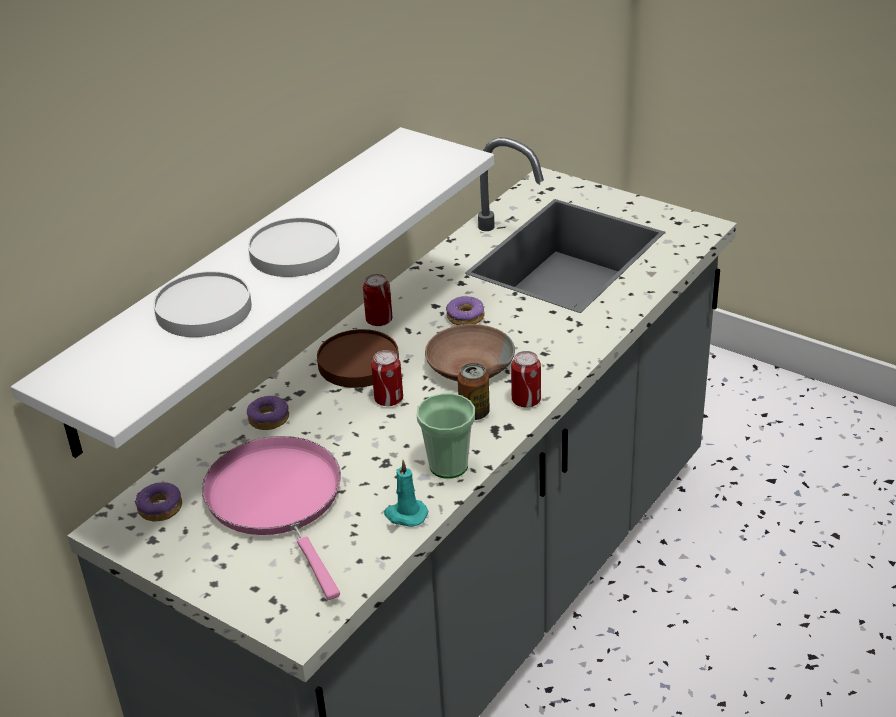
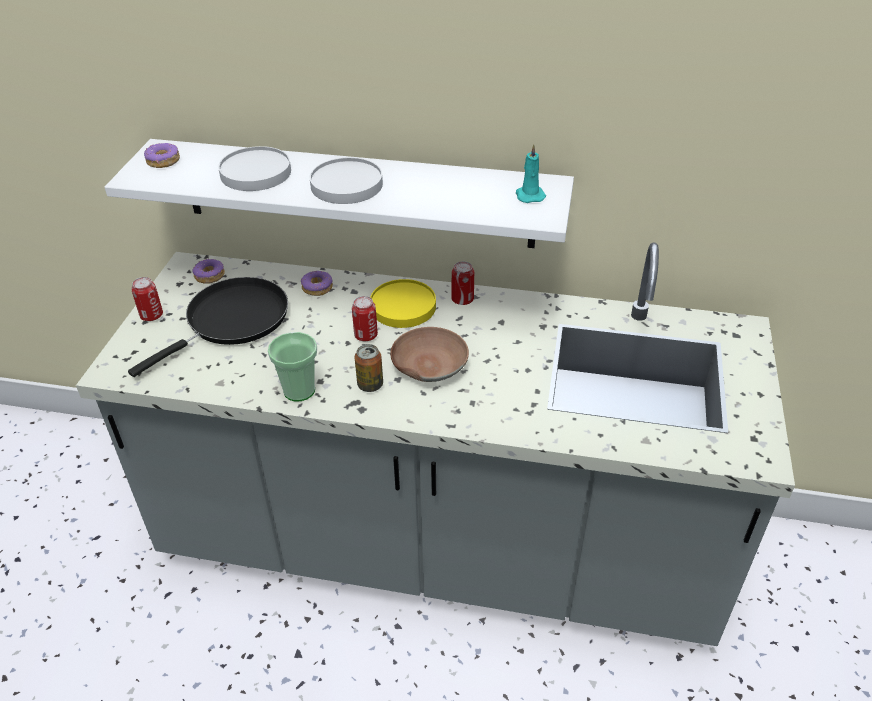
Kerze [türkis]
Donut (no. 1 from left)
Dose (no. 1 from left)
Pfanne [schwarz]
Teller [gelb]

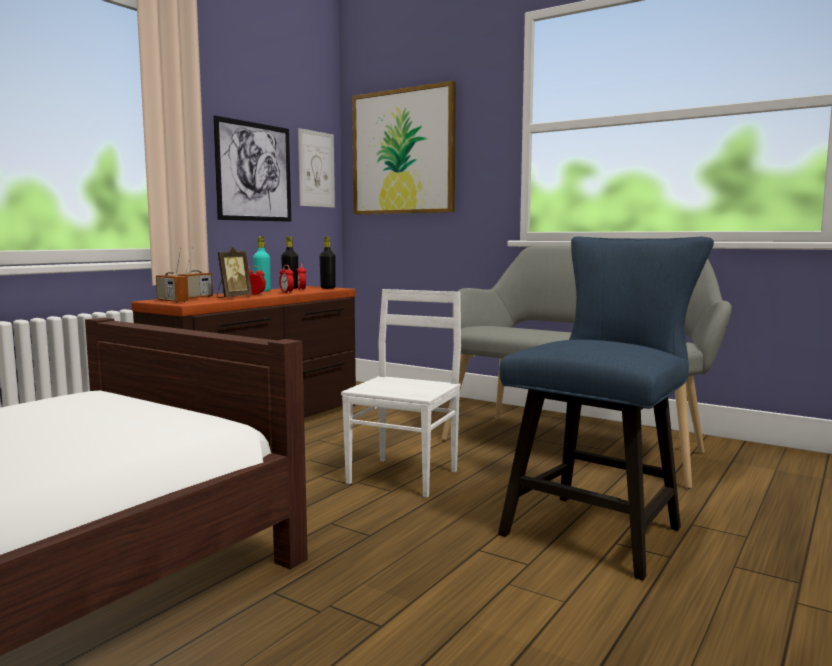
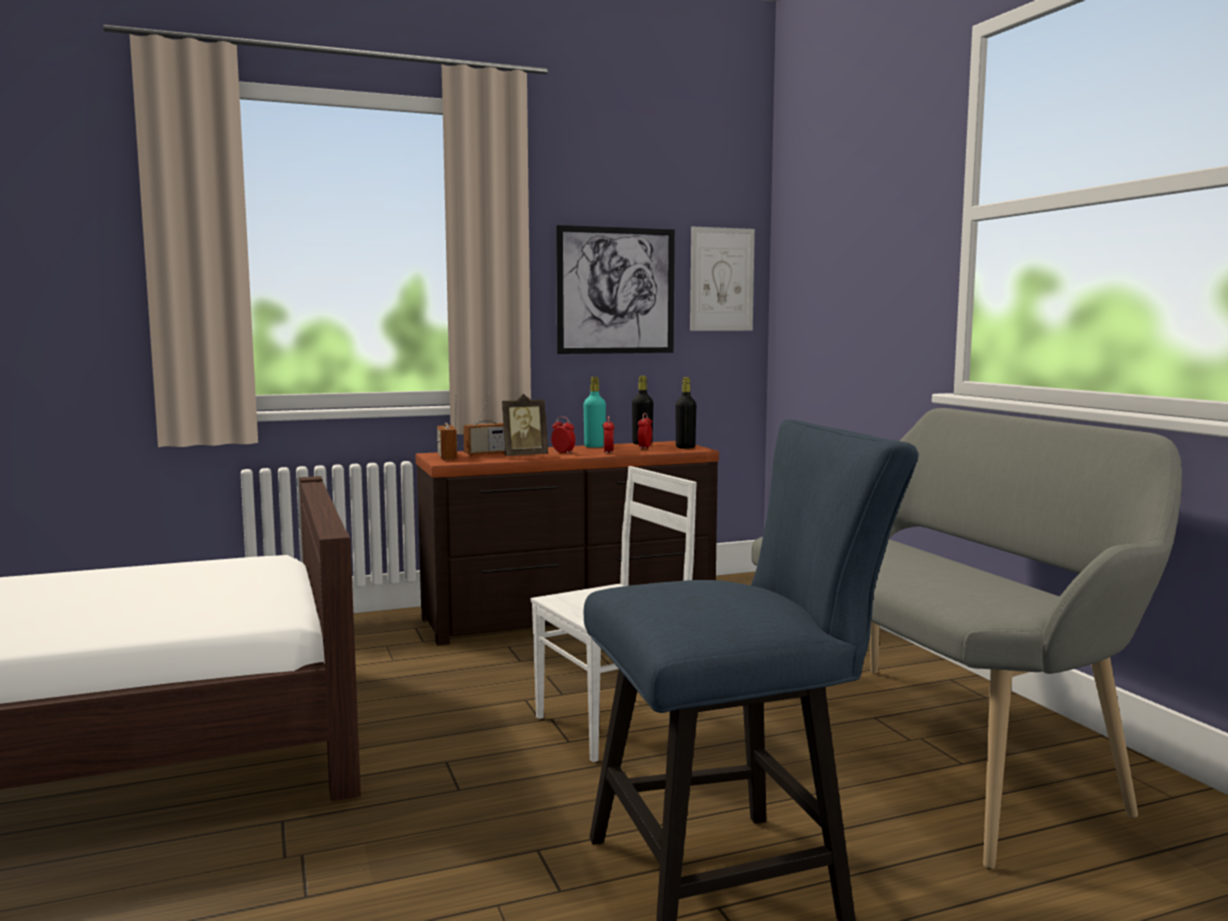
Bild (no. 3 from left in the first image)

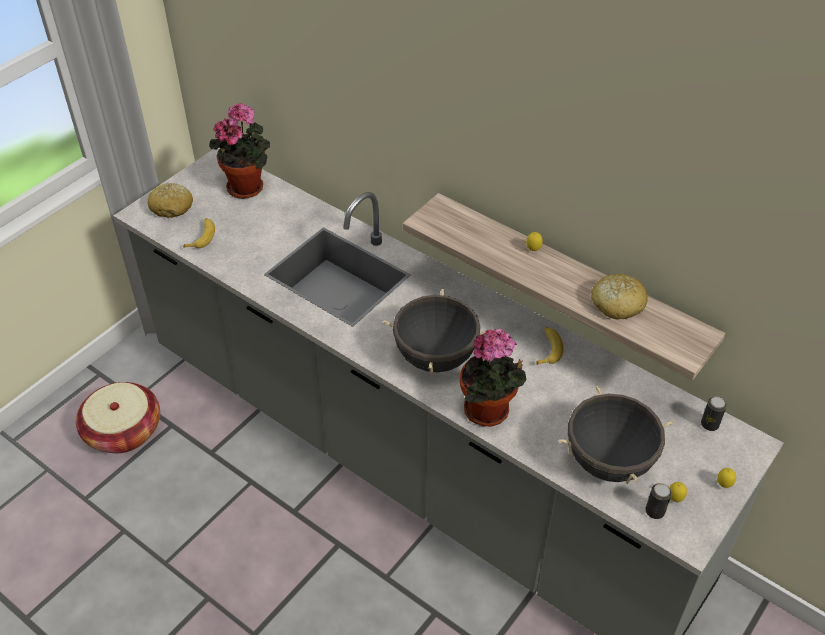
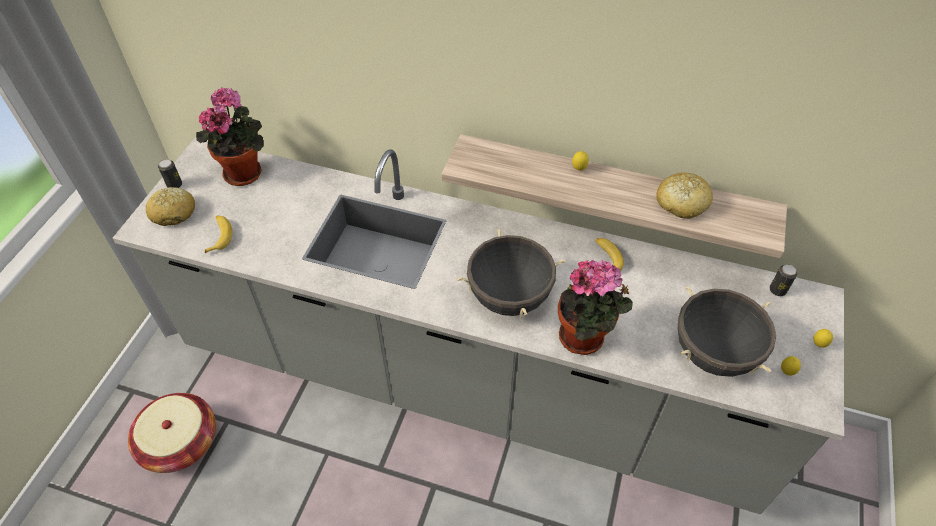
Dose (no. 1 from left)

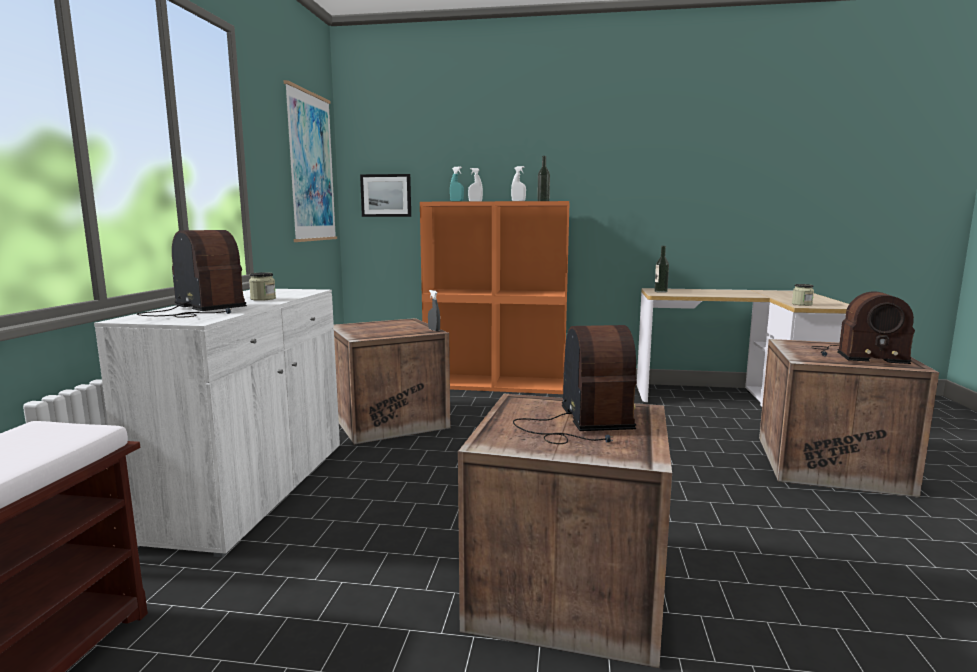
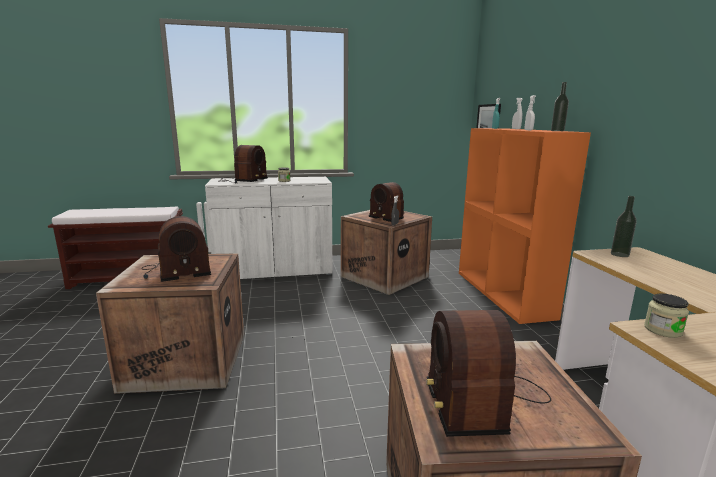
Bild (no. 1 from left in the first image)
Radio (no. 3 from left)

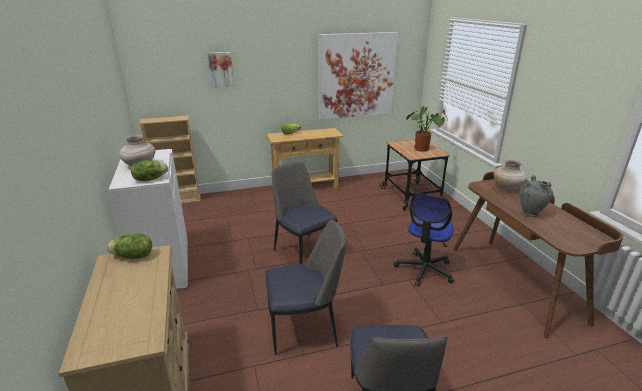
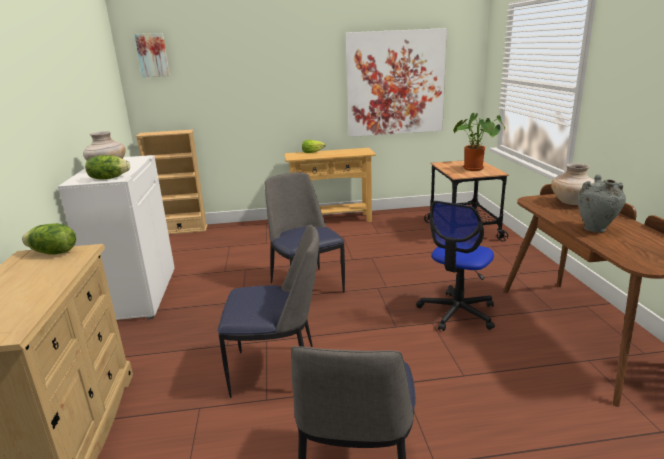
Bild (no. 1 from left)

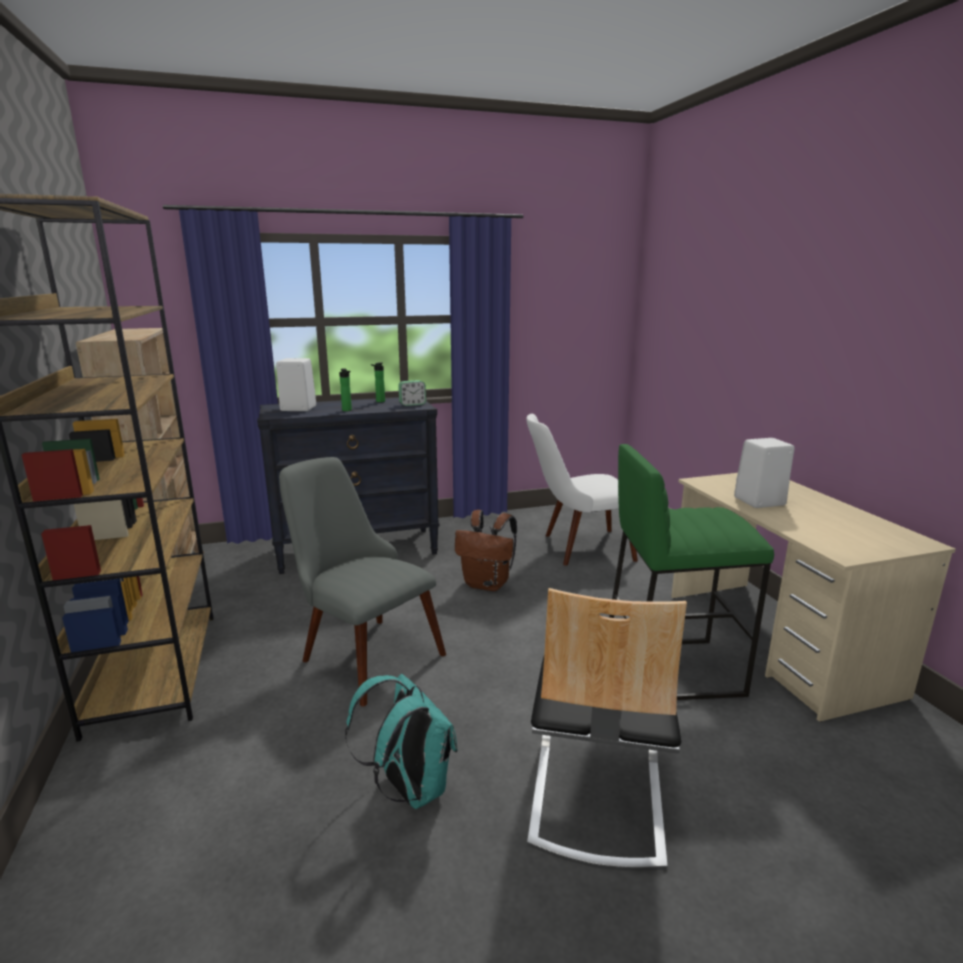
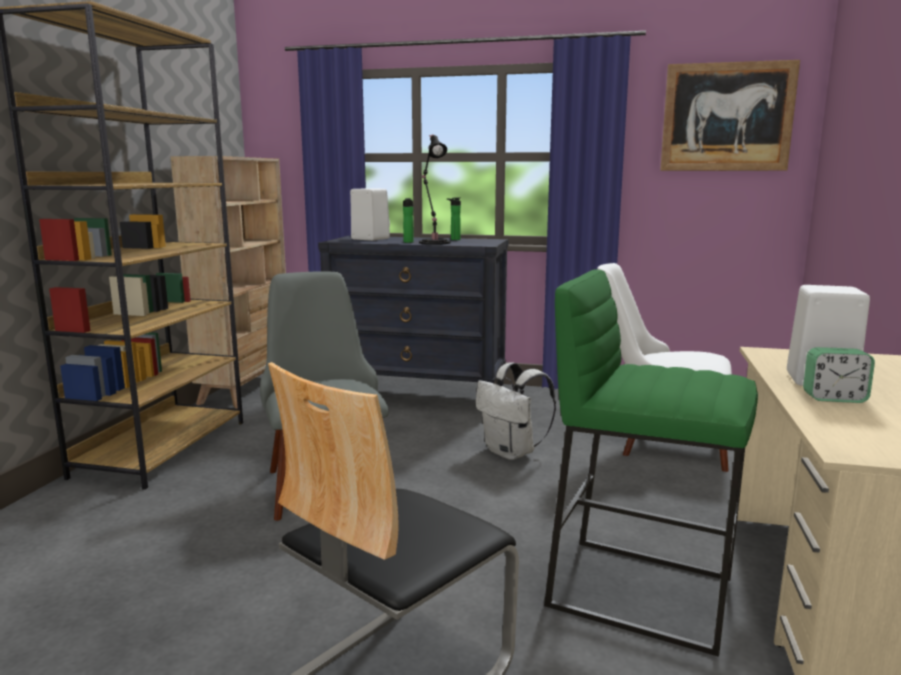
Rucksack [türkis]
Tischlampe [schwarz]
Bild
Wecker
Rucksack [weiß]

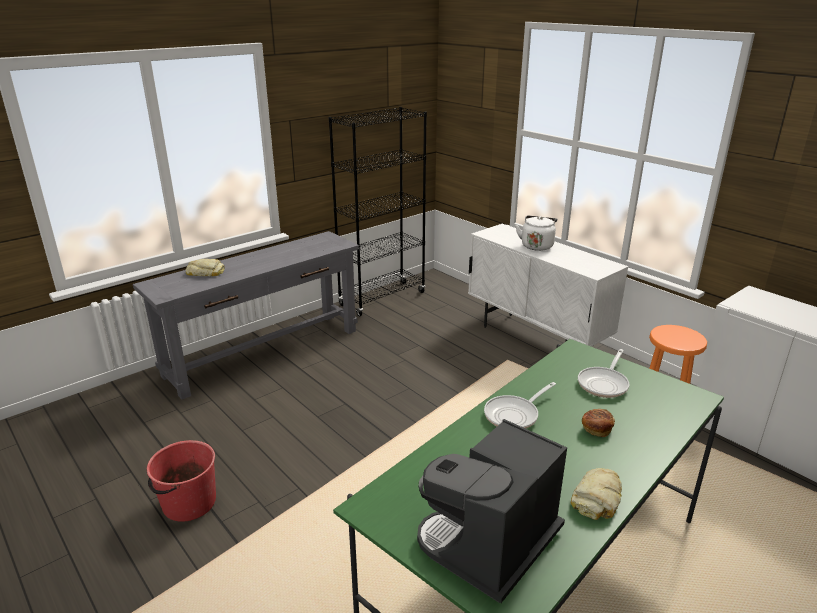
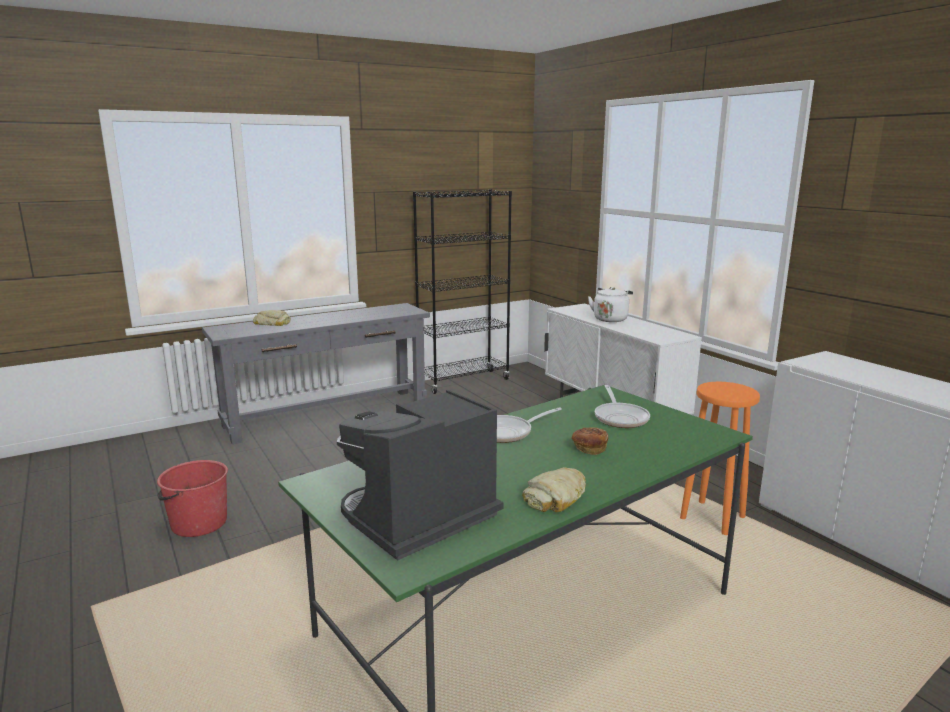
Pfanne (no. 2 from left)

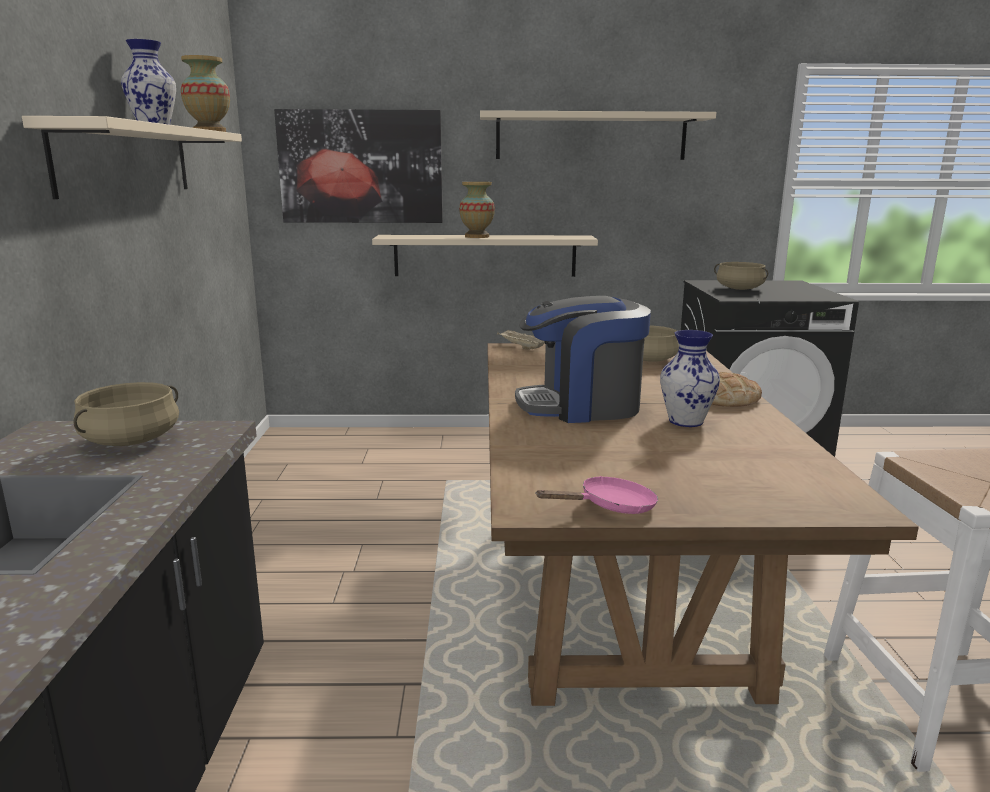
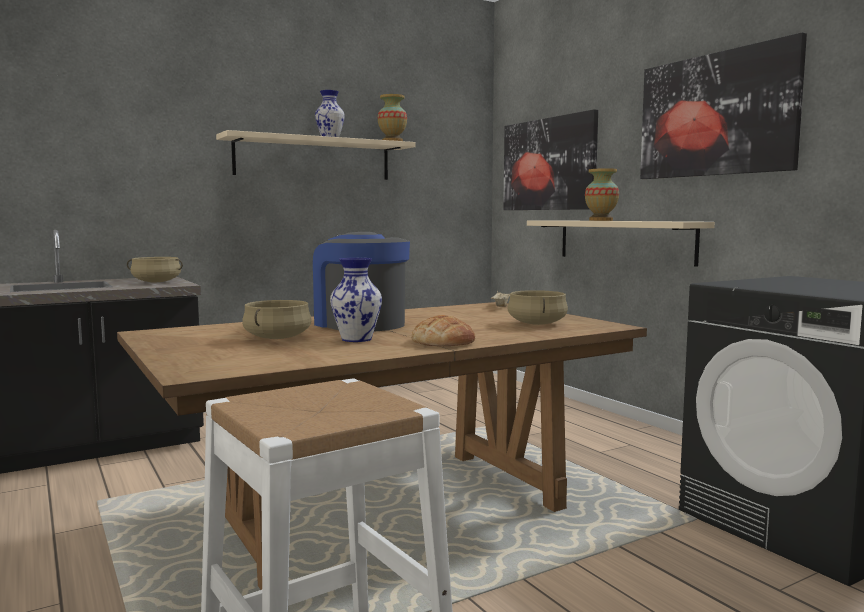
Pfanne [rosa]
Kochtopf [beige] (no. 2 from left)
Bild (no. 2 from left)

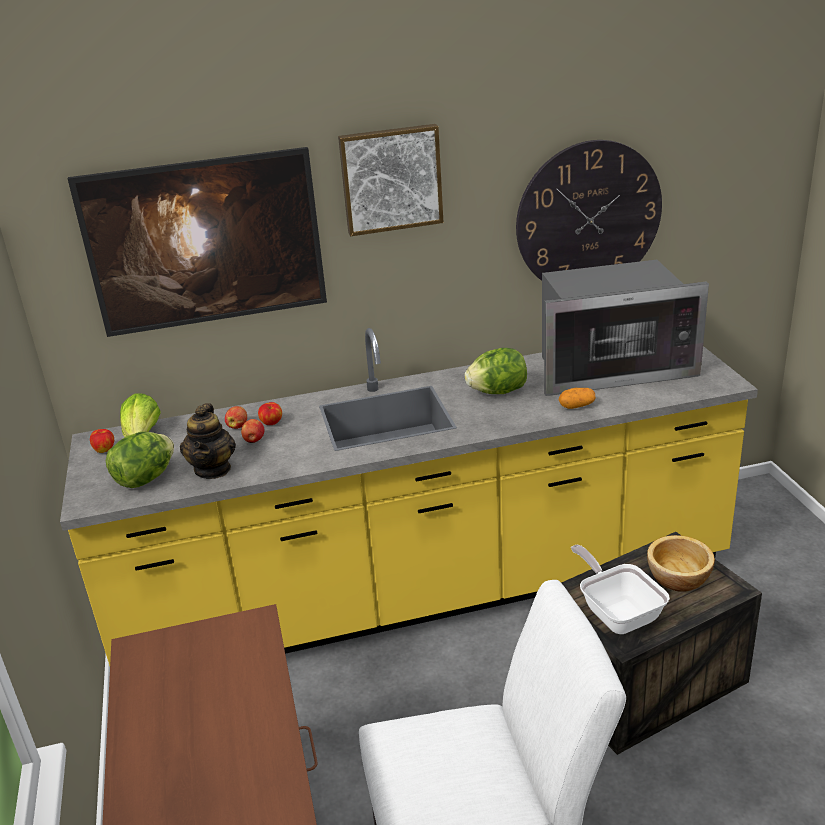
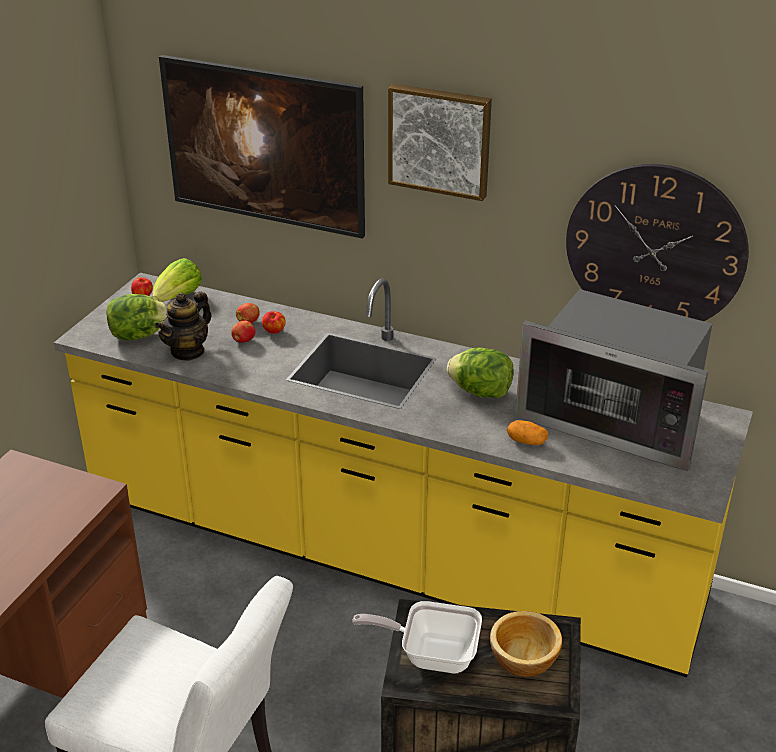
Pfanne

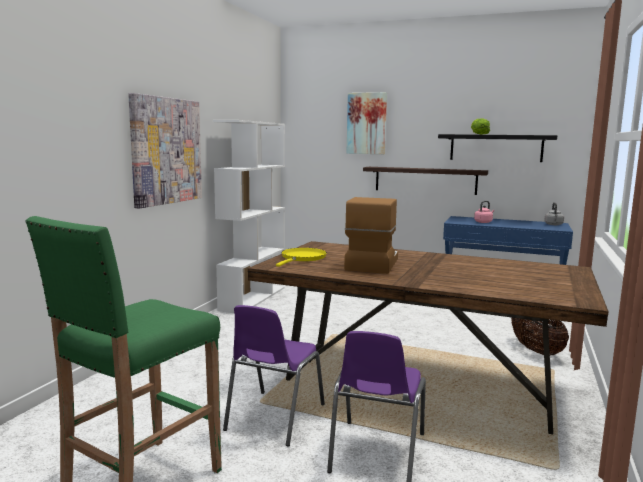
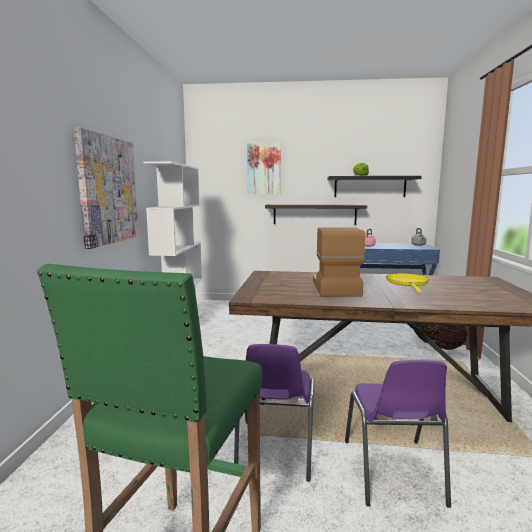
Pfanne [gelb]

